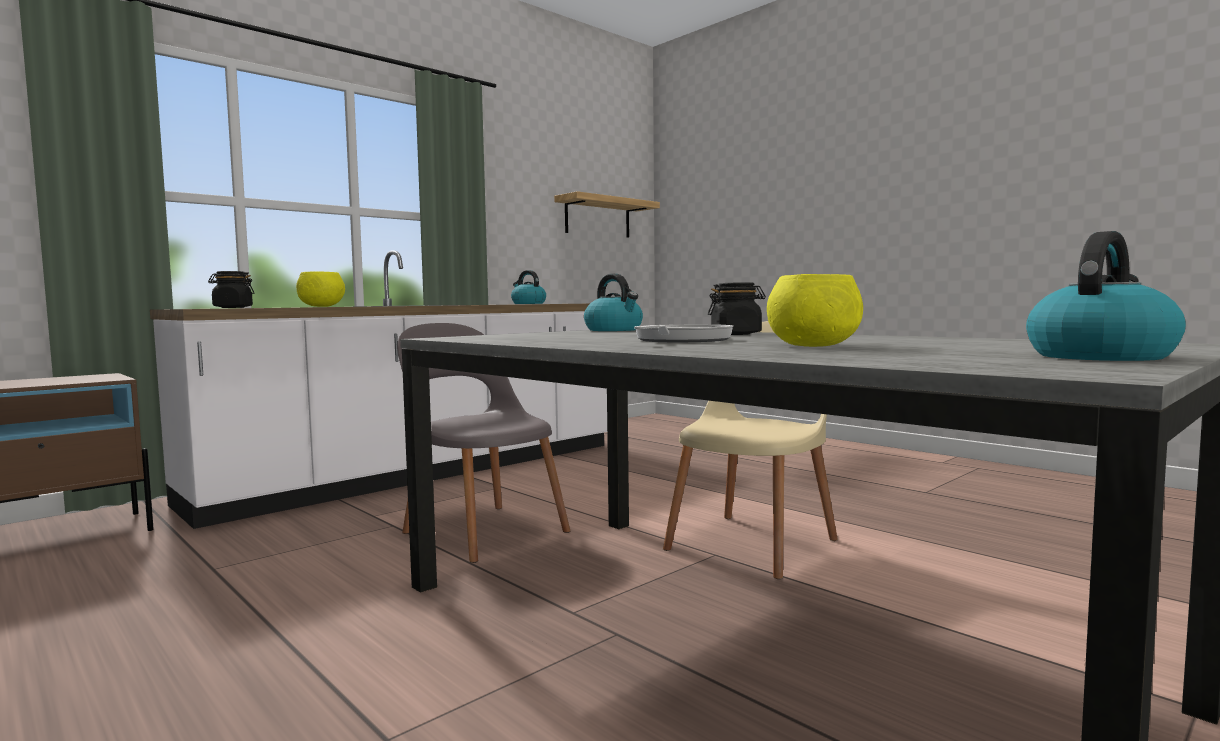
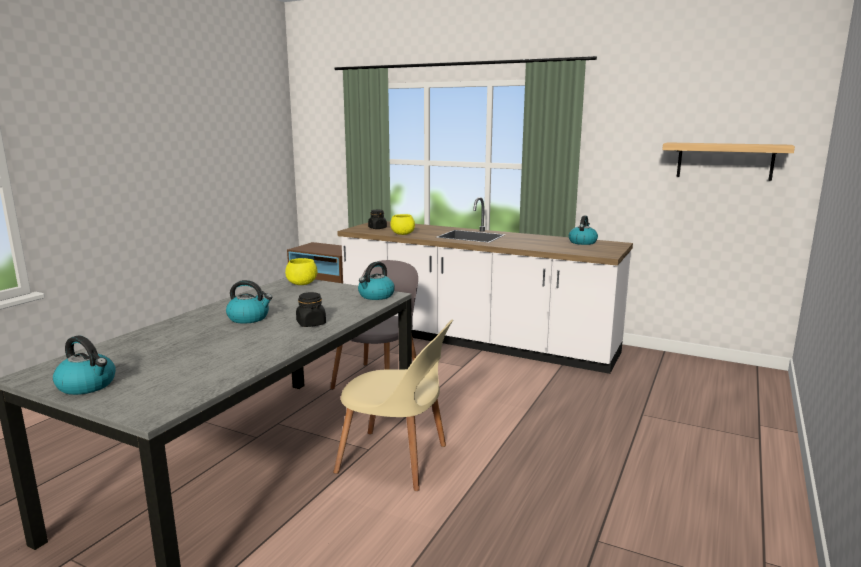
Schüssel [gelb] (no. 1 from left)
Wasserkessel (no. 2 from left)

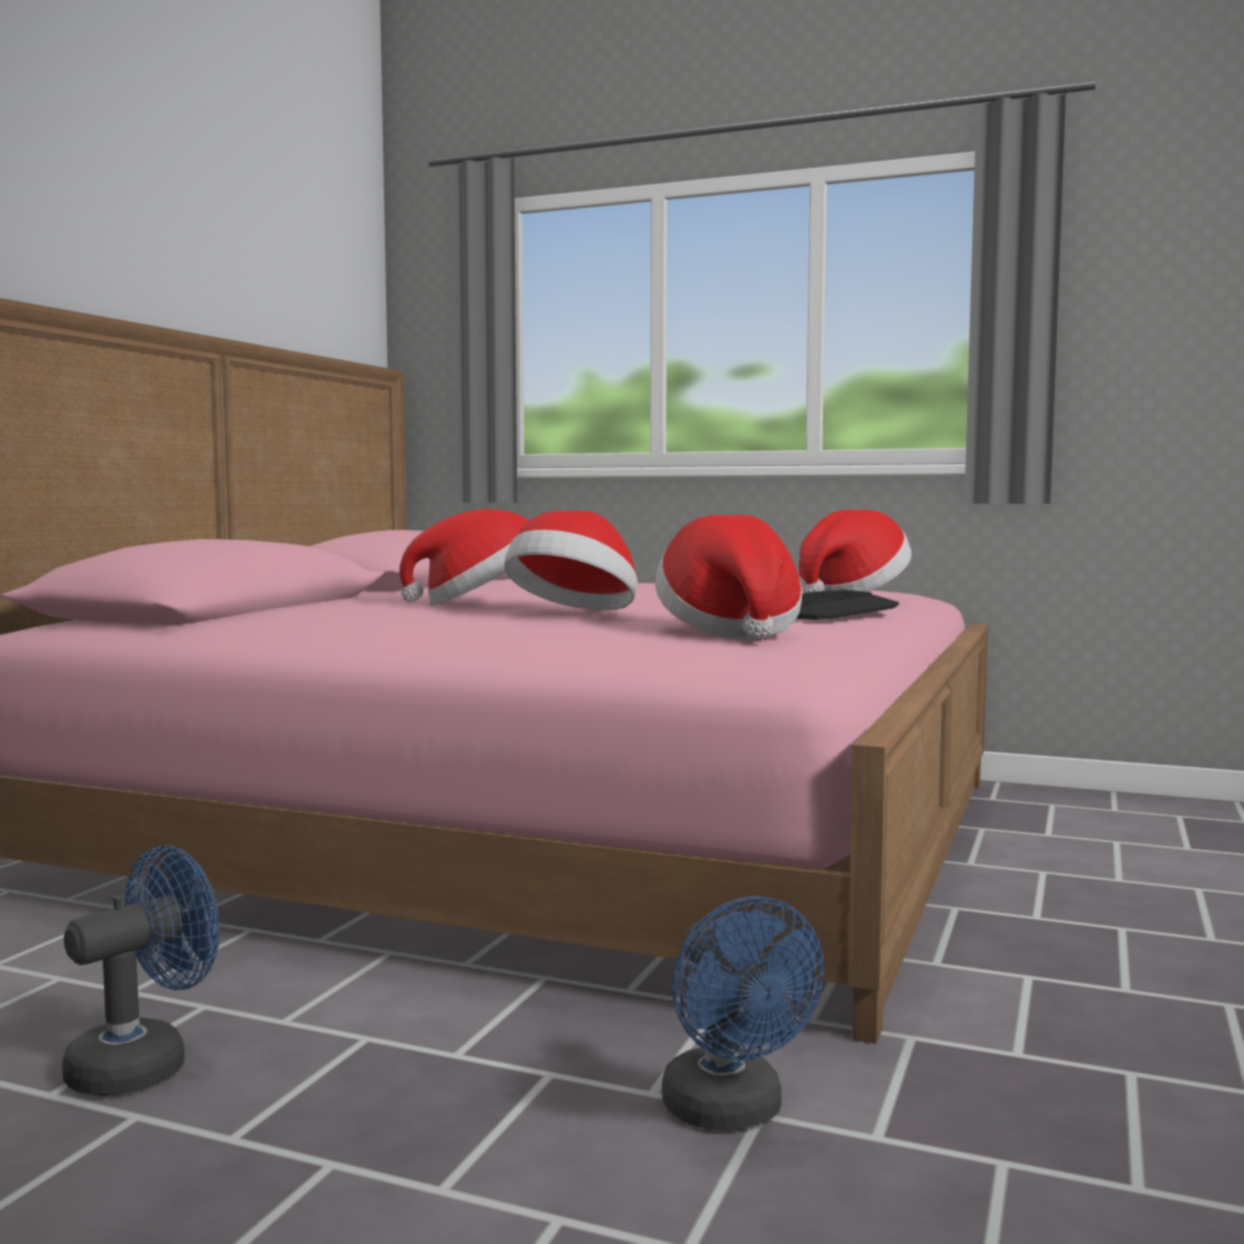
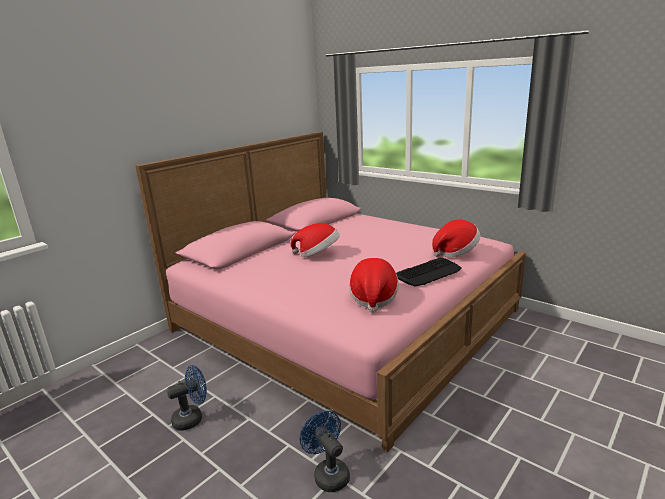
Hut (no. 2 from left in the first image)
Ventilator [blau] (no. 2 from left)

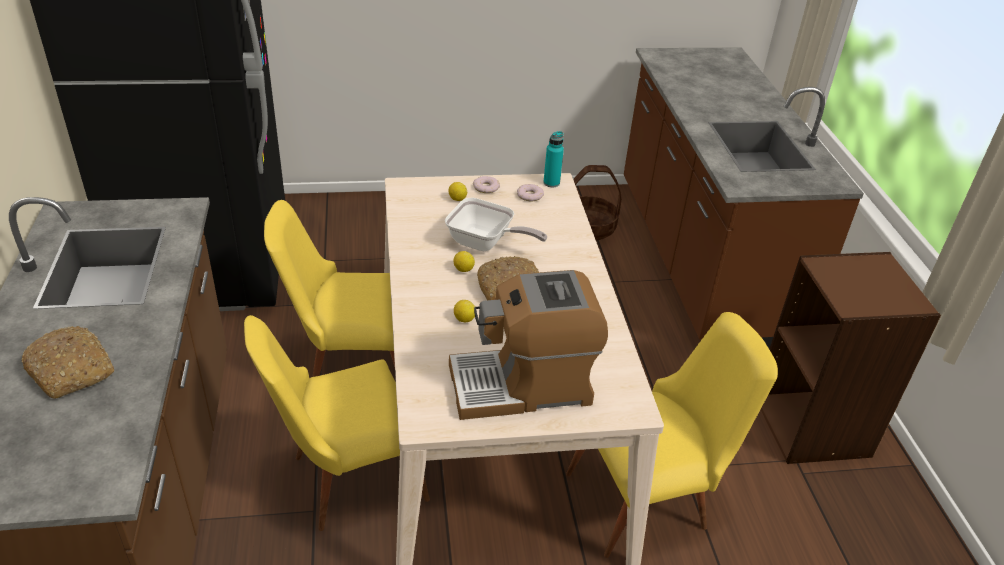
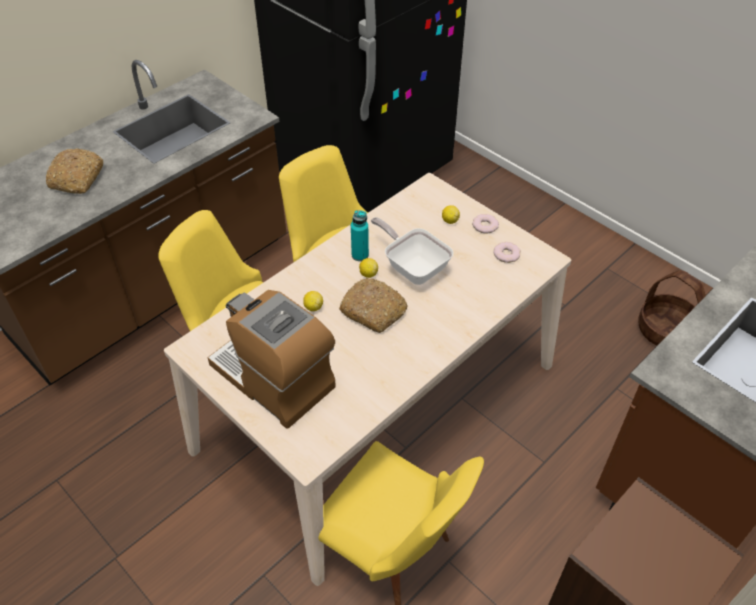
Flasche [türkis]
Pfanne

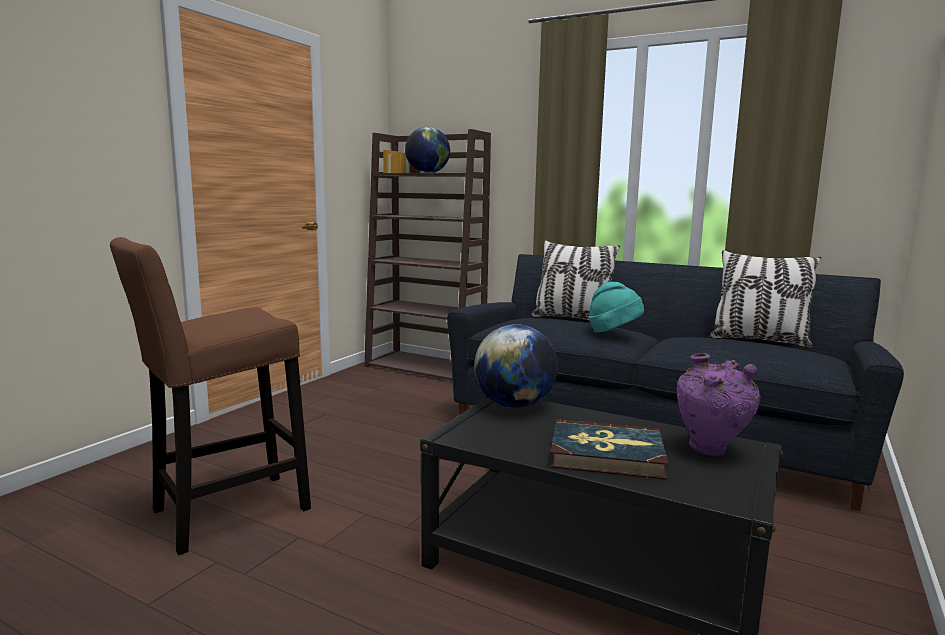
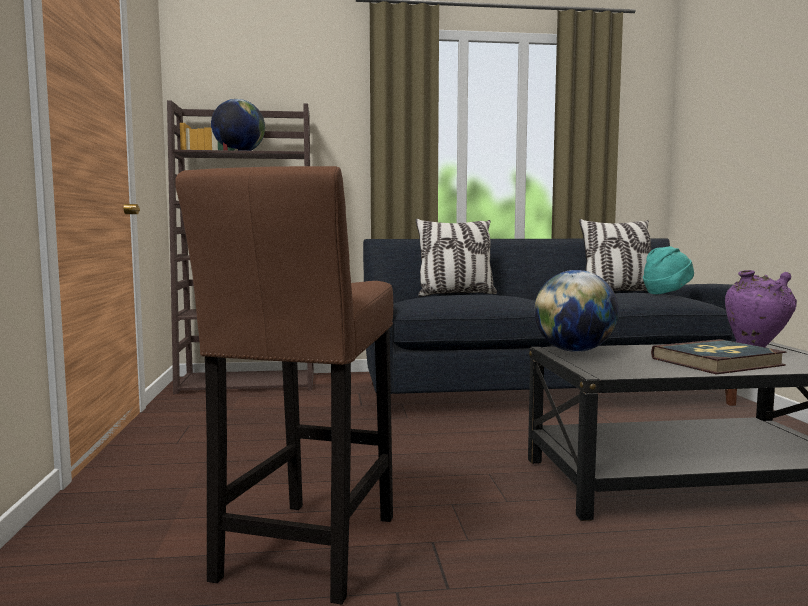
Hut [türkis]

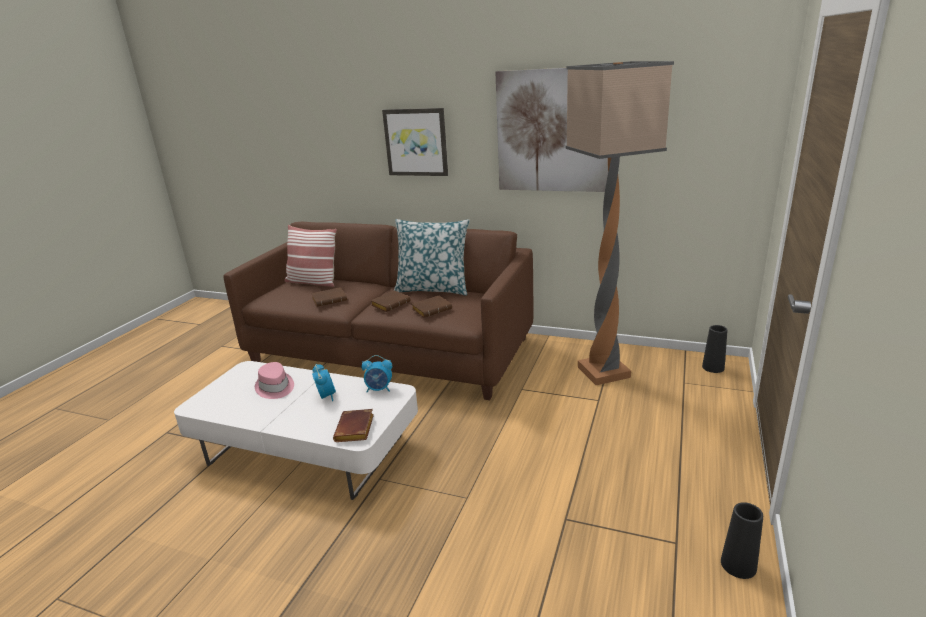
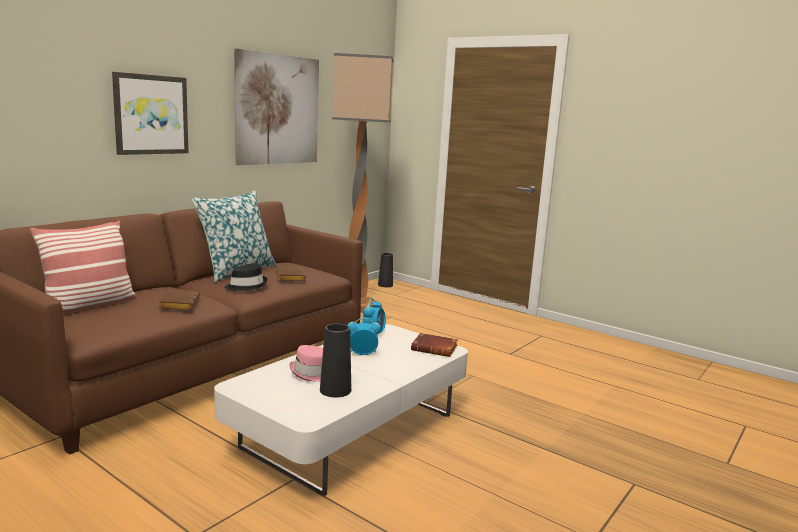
Vase [schwarz] (no. 1 from left)
Hut [schwarz]

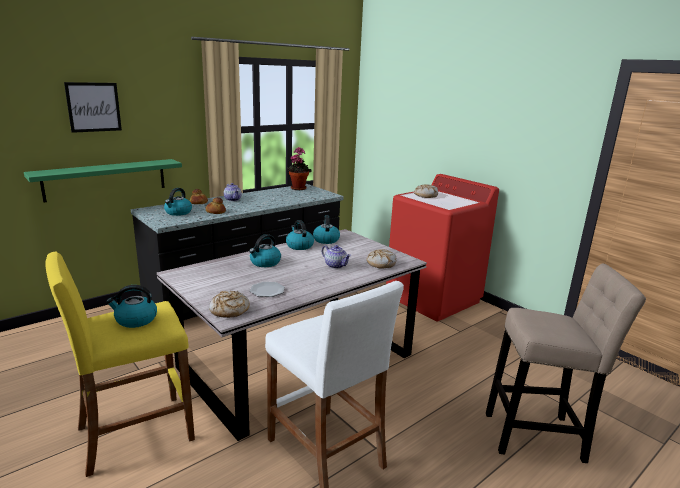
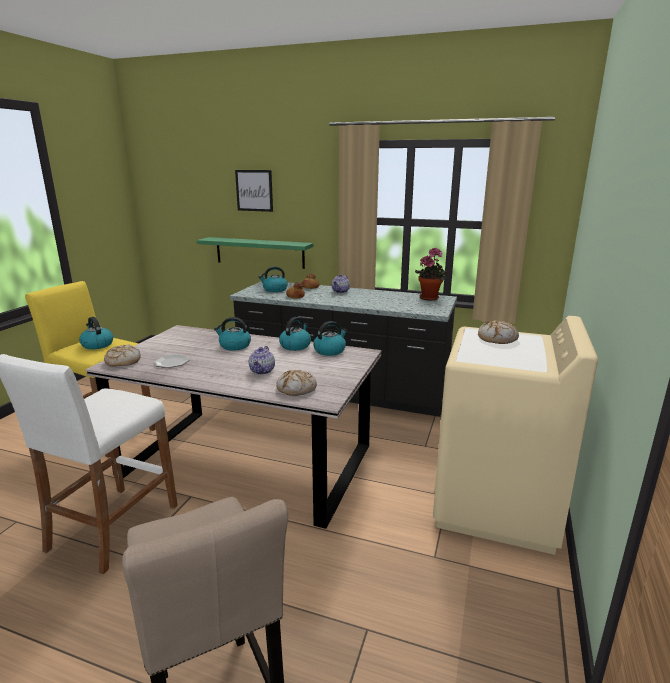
Waschmaschine [beige]

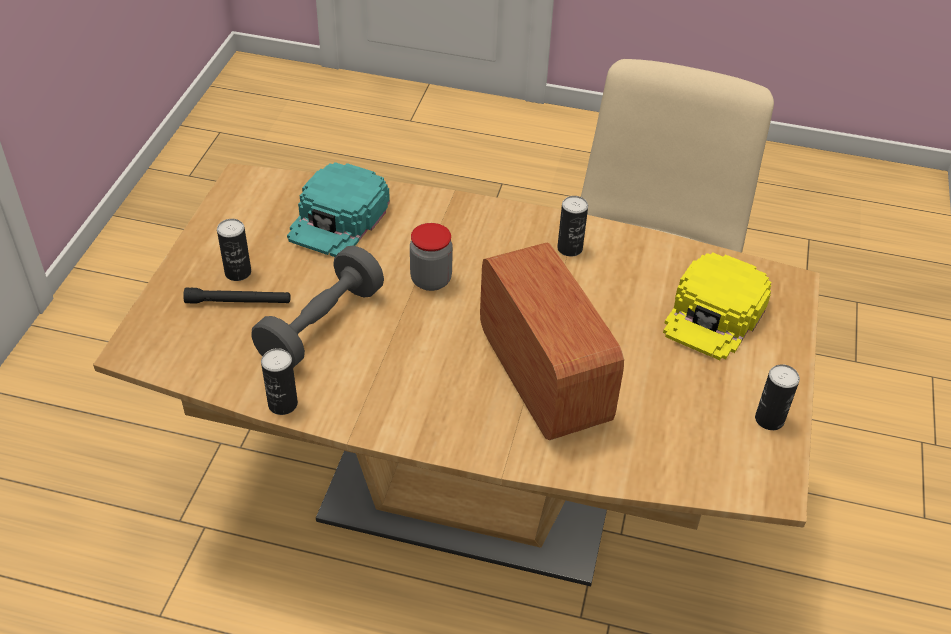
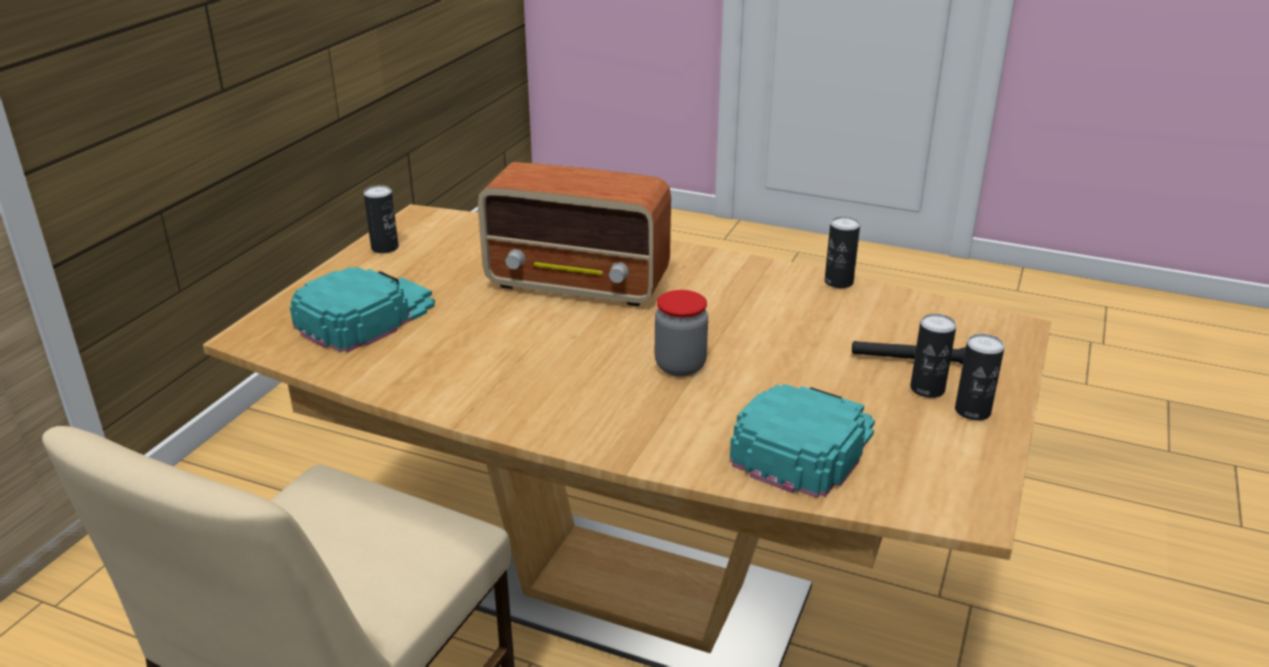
Hantel [grau]
Dose (no. 4 from left)
Kappe [türkis] (no. 1 from left)
Radio

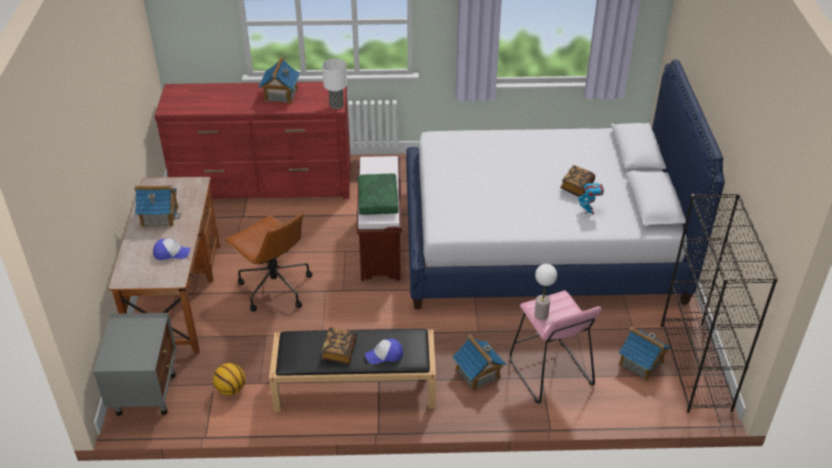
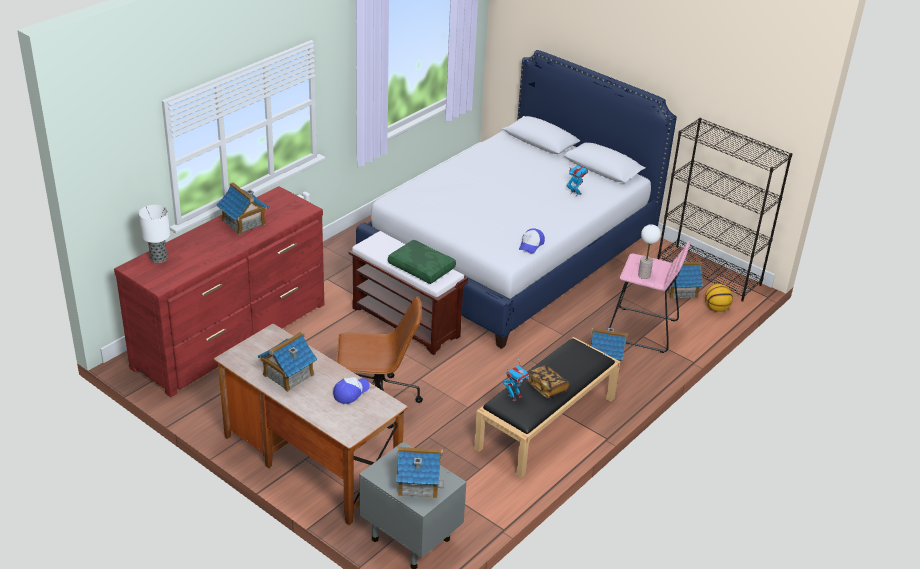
Buch (no. 2 from left in the first image)
Spielzeughaus (no. 3 from left)
Spielzeugroboter (no. 1 from left)
Basketball
Tischlampe (no. 1 from left)
Kappe (no. 2 from left)

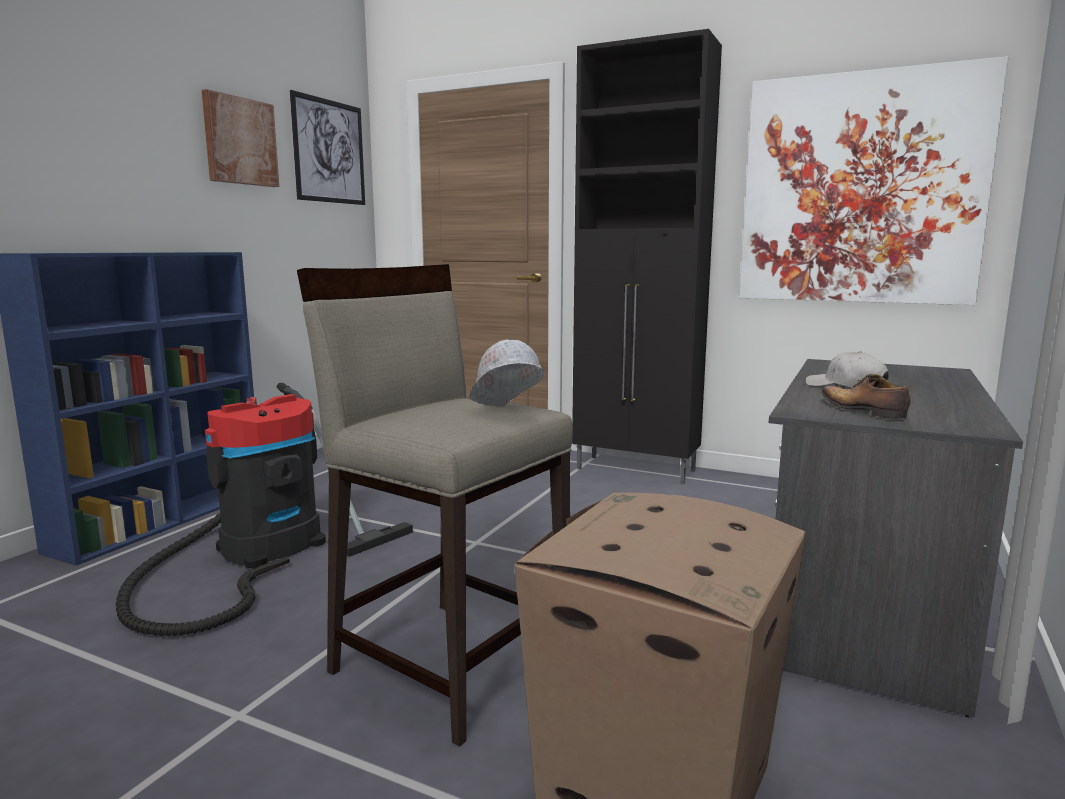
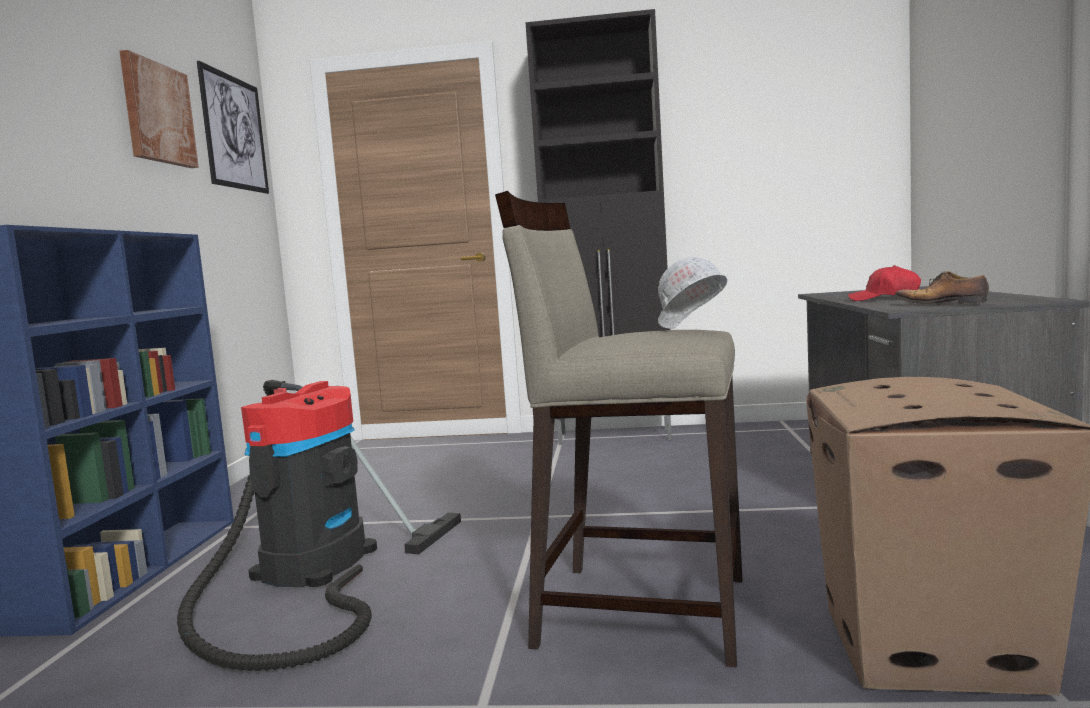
Bild (no. 3 from left in the first image)
Kappe [rot]

